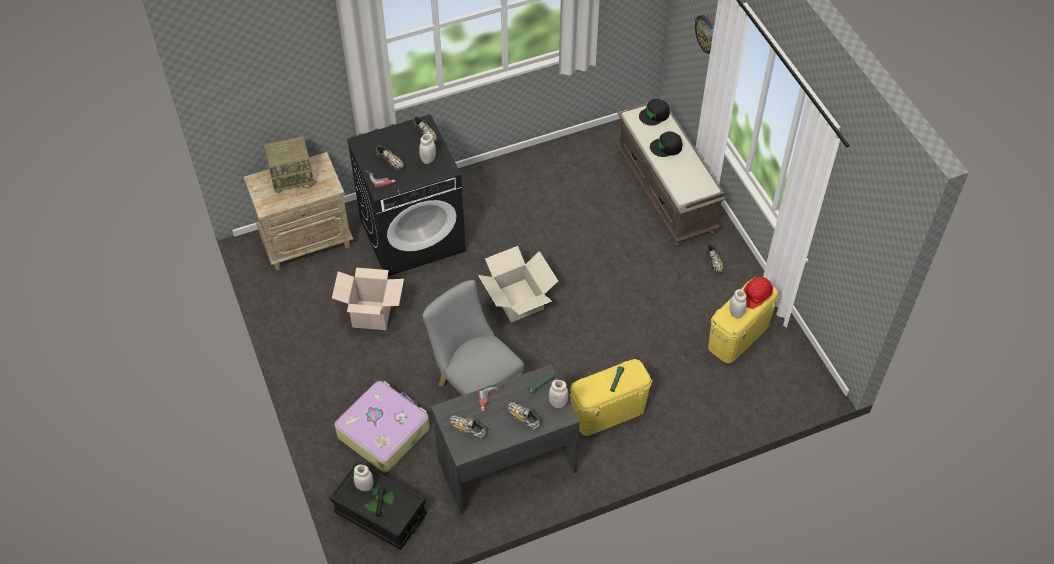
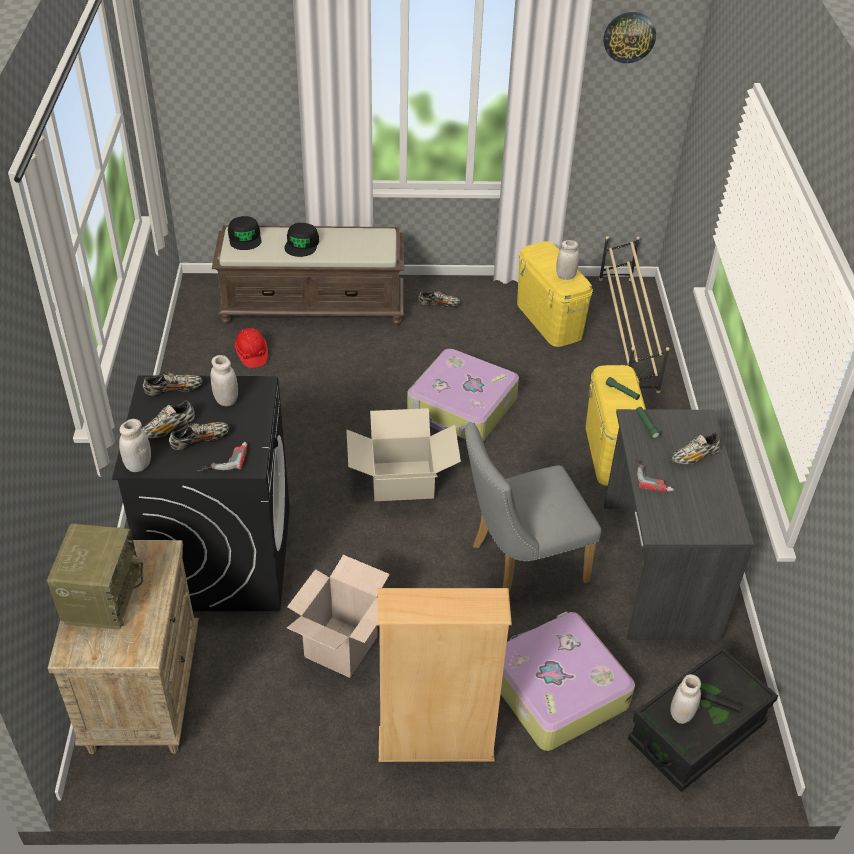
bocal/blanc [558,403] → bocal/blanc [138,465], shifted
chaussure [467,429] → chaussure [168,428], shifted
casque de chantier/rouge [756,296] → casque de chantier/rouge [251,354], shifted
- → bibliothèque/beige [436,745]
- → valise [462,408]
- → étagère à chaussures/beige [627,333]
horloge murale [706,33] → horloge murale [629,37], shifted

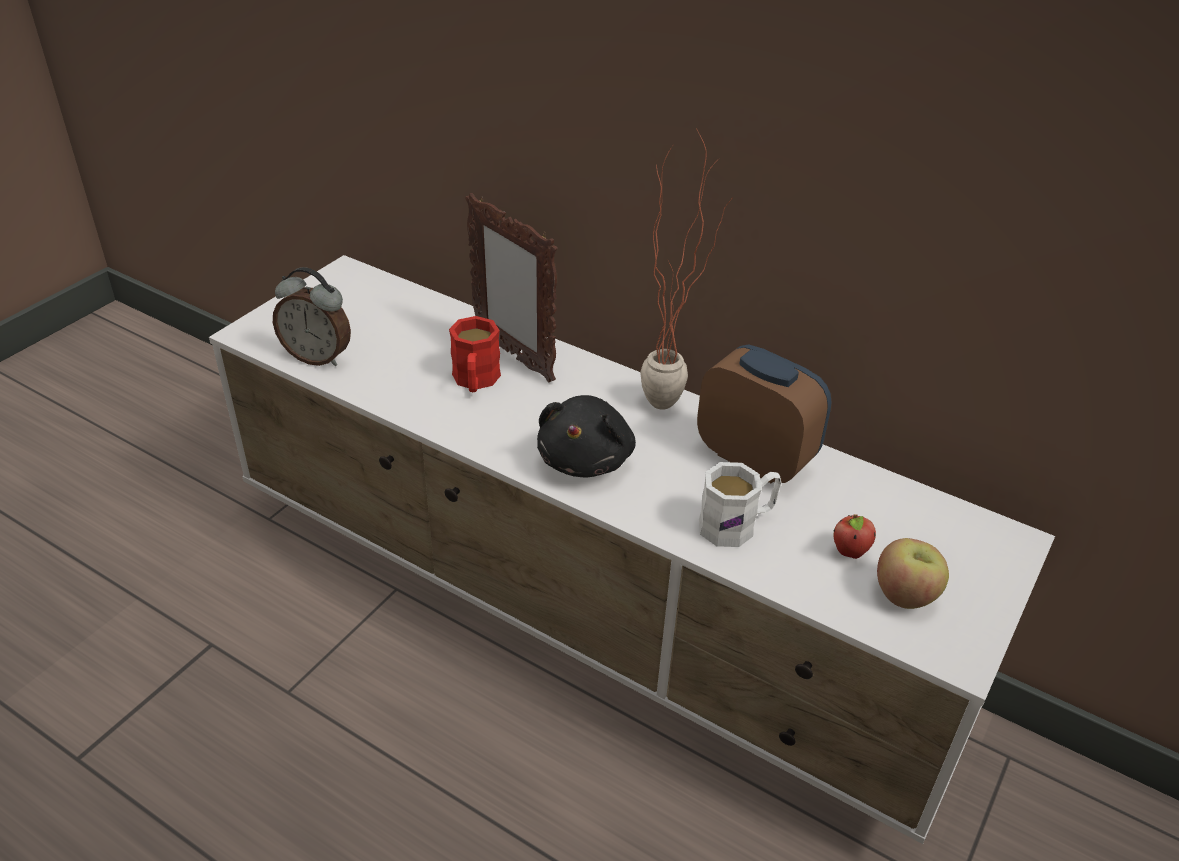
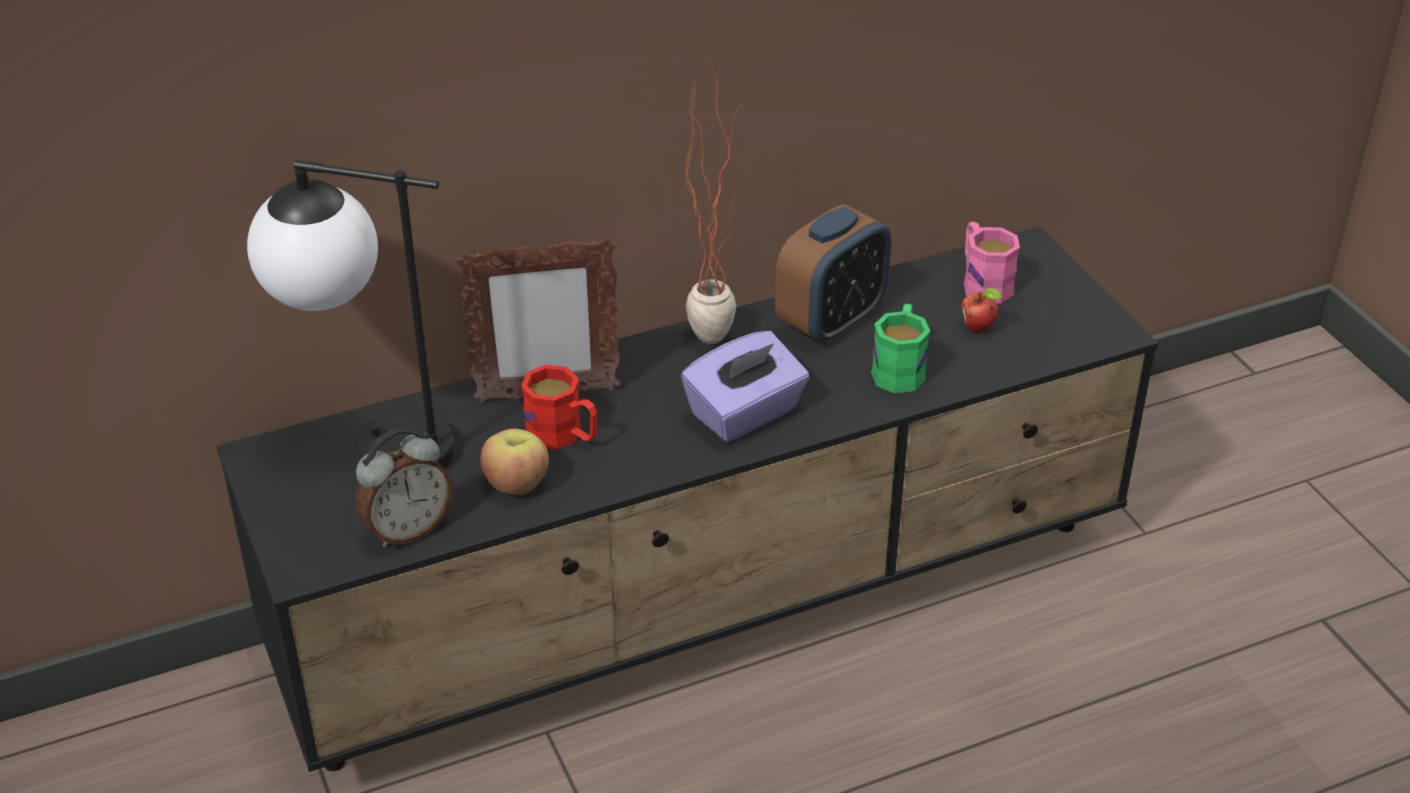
meuble télé/blanc [586,615] → meuble télé/noir [709,604]
- → lampe de table [369,447]
pomme [905,595] → pomme [517,483], shifted
peluche/noir [587,459] → boîte à mouchoirs/violet [745,413]
réveil [755,458] → réveil [831,321], 150 degrees clockwise
mug/blanc [737,524] → mug/vert [899,368]
- → mug/rose [982,282]

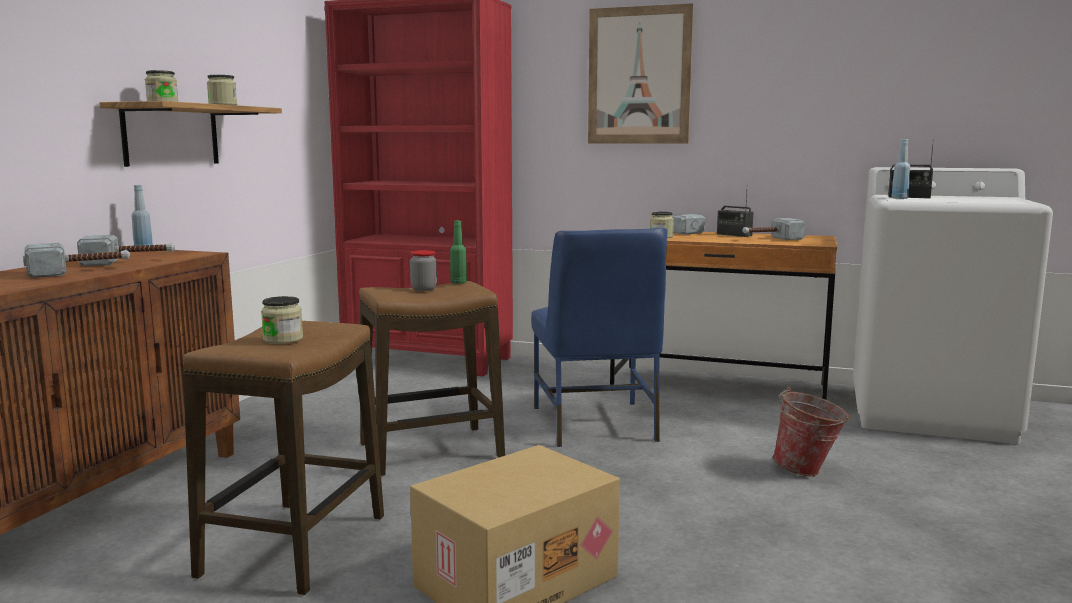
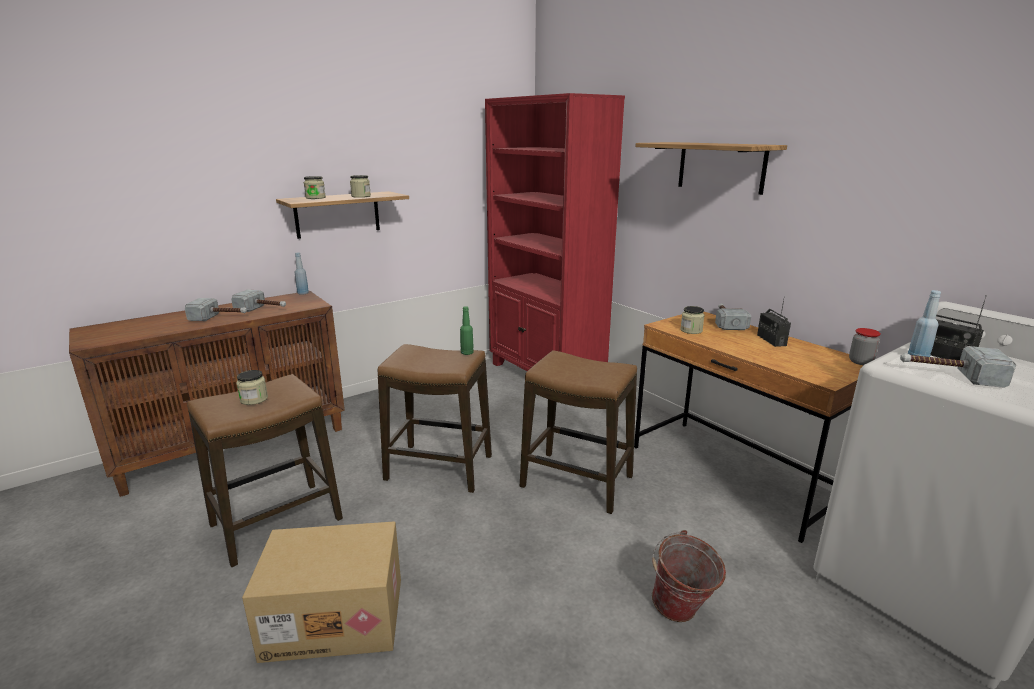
chaise/bleu [595,424] → tabouret [576,482]
tableau [639,76] → étagère [721,167]
bocal [424,289] → bocal [860,362], shifted
marteau [770,239] → marteau [949,375], shifted

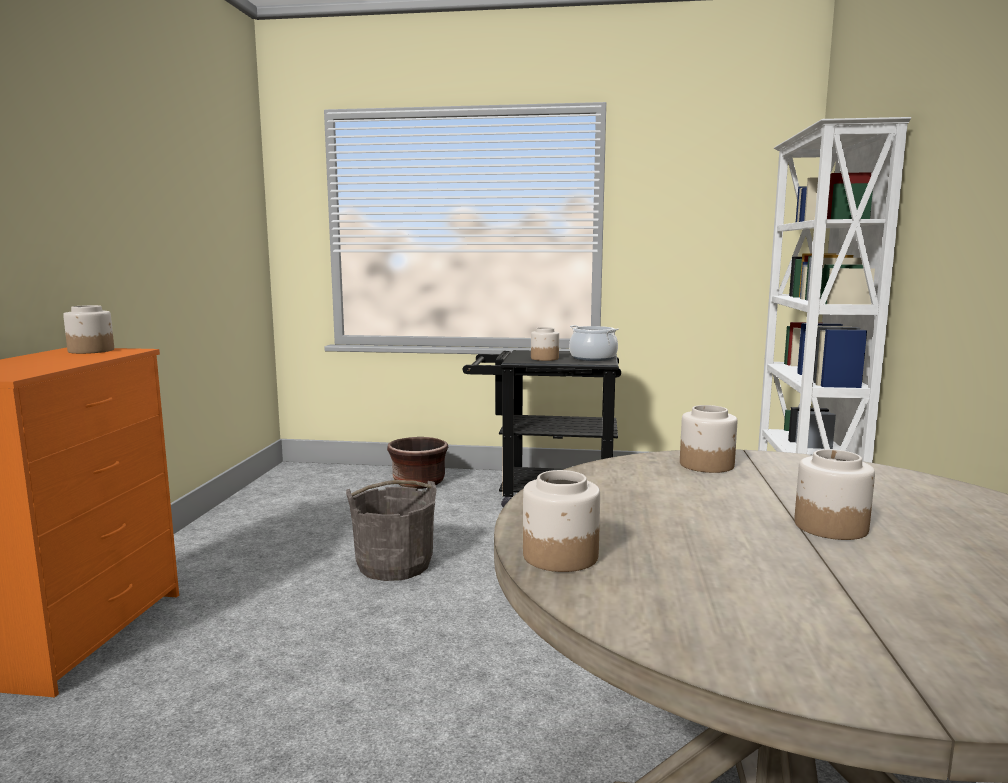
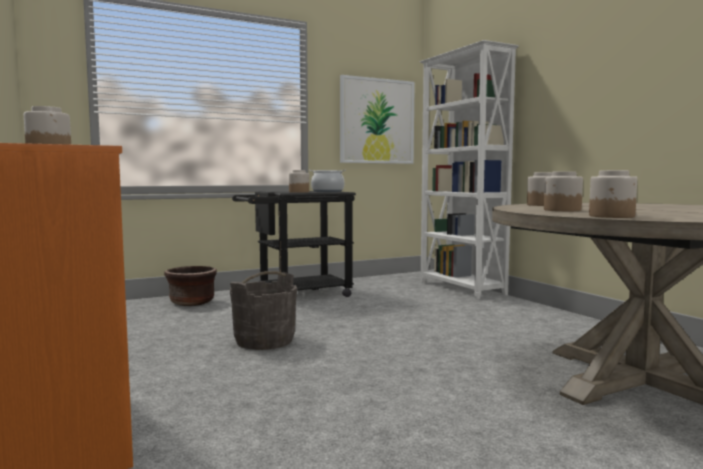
- → tableau [377,121]
bocal [830,526] → bocal [561,210], shifted

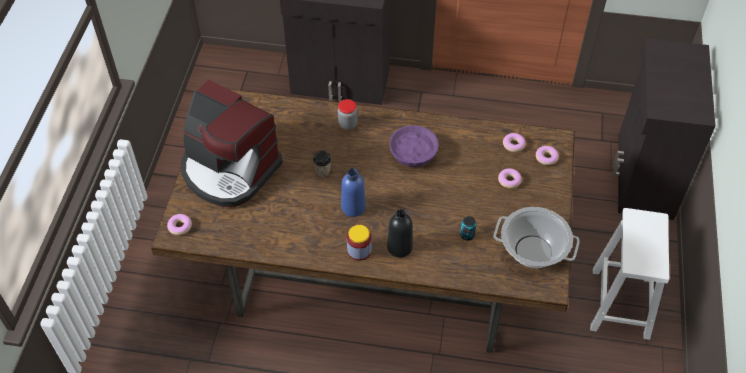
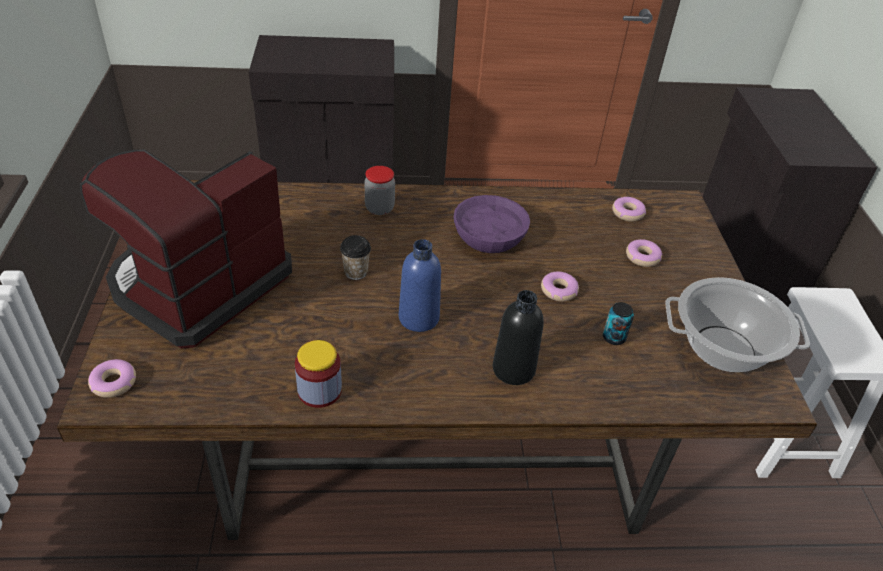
machine à café [229,170] → machine à café [198,285], 105 degrees clockwise
bocal [359,250] → bocal [319,391], shifted
beignet [546,158] → beignet [558,291], shifted

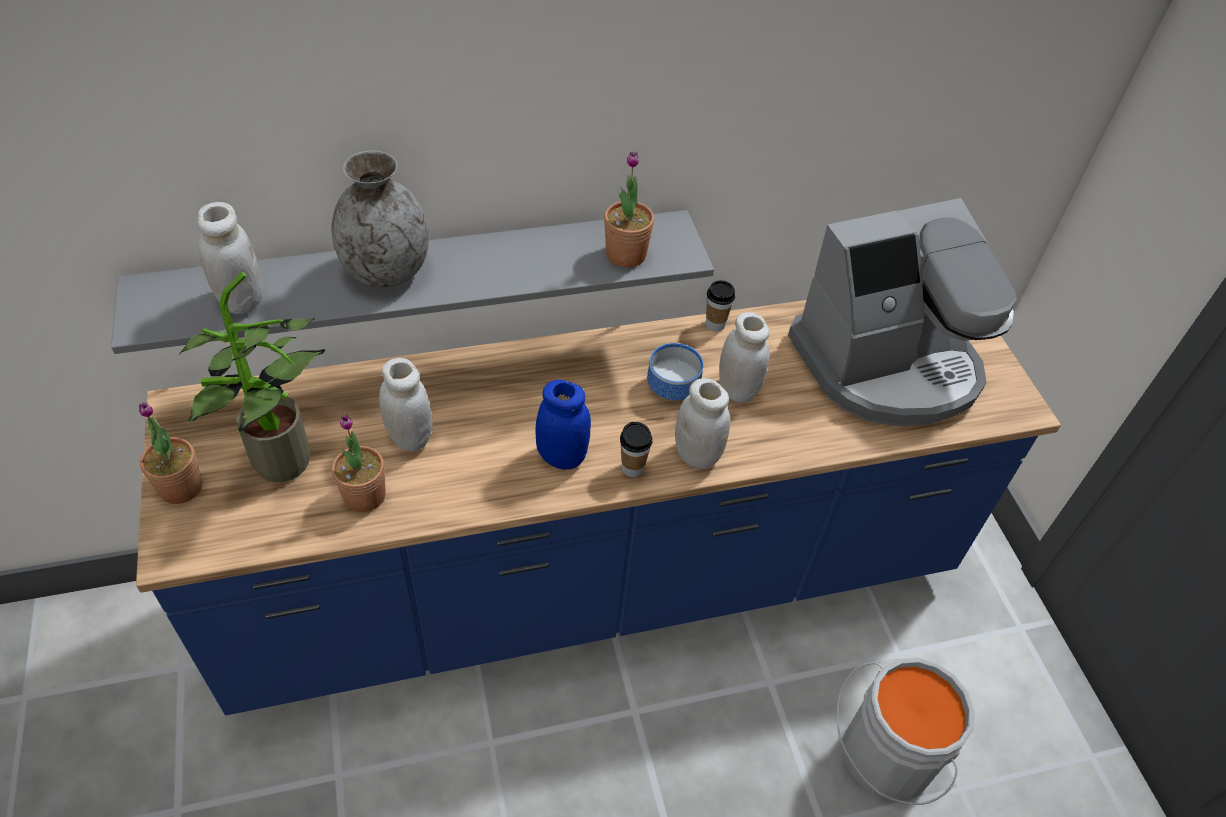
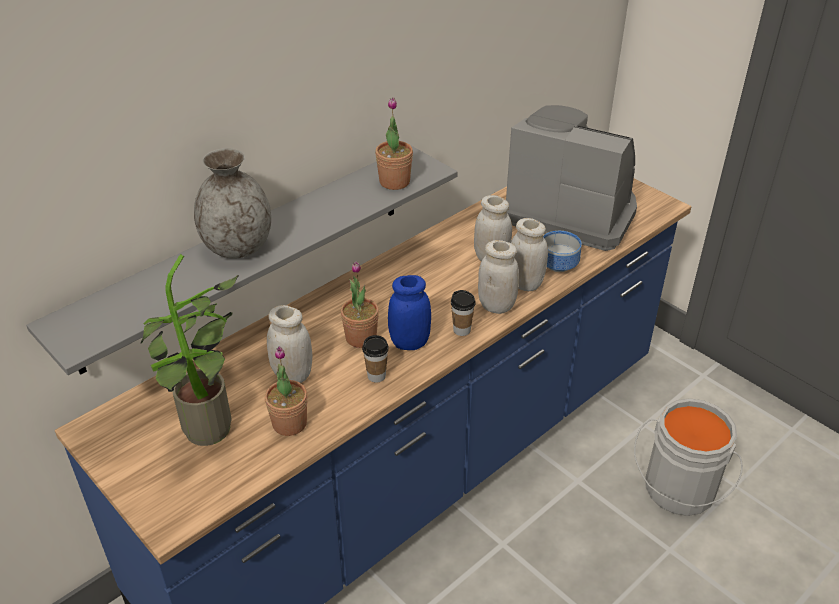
plante en pot [181,487] → plante en pot [361,337], shifted
tasse [715,324] → tasse [376,376], shifted
machine à café [888,365] → machine à café [570,211], 105 degrees counterclockwise
bocal/blanc [241,300] → bocal/blanc [525,284], shifted
bol [670,387] → bol [556,265], shifted

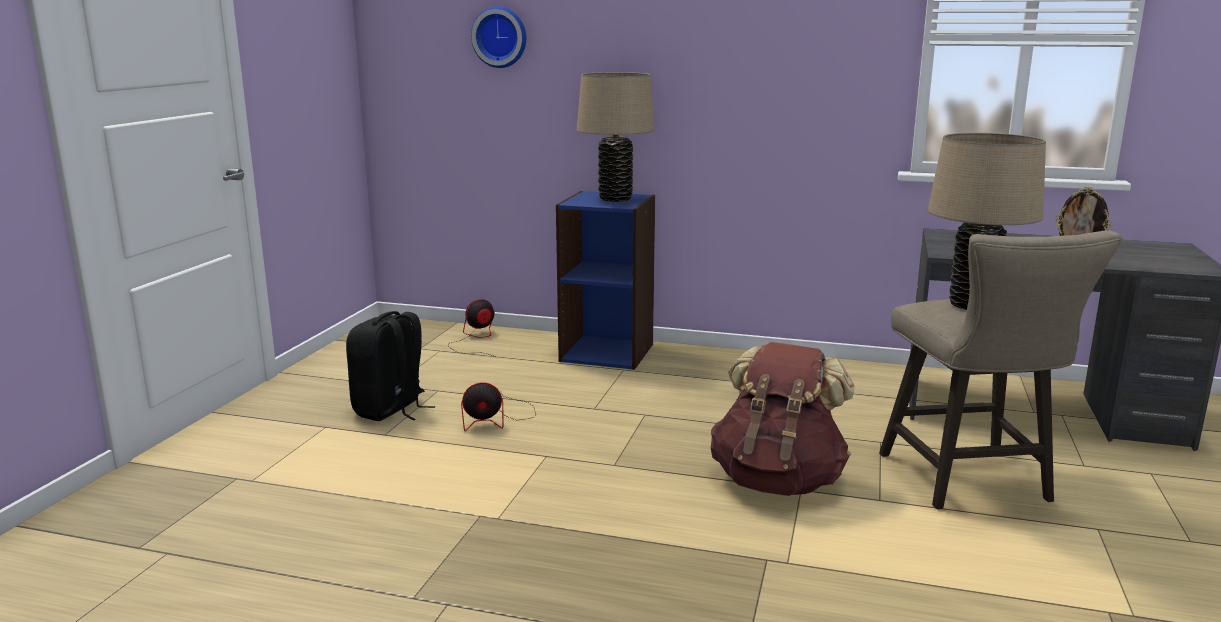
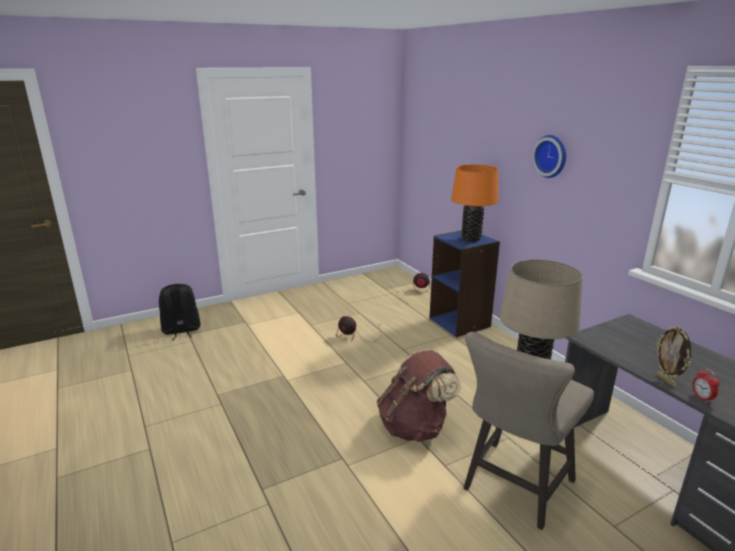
sac à dos/noir [391,410] → sac à dos/noir [181,330], shifted
lampe de table/beige [615,199] → lampe de table/orange [471,239]
horloge murale [500,37] → horloge murale [551,156], shifted
- → réveil [702,398]

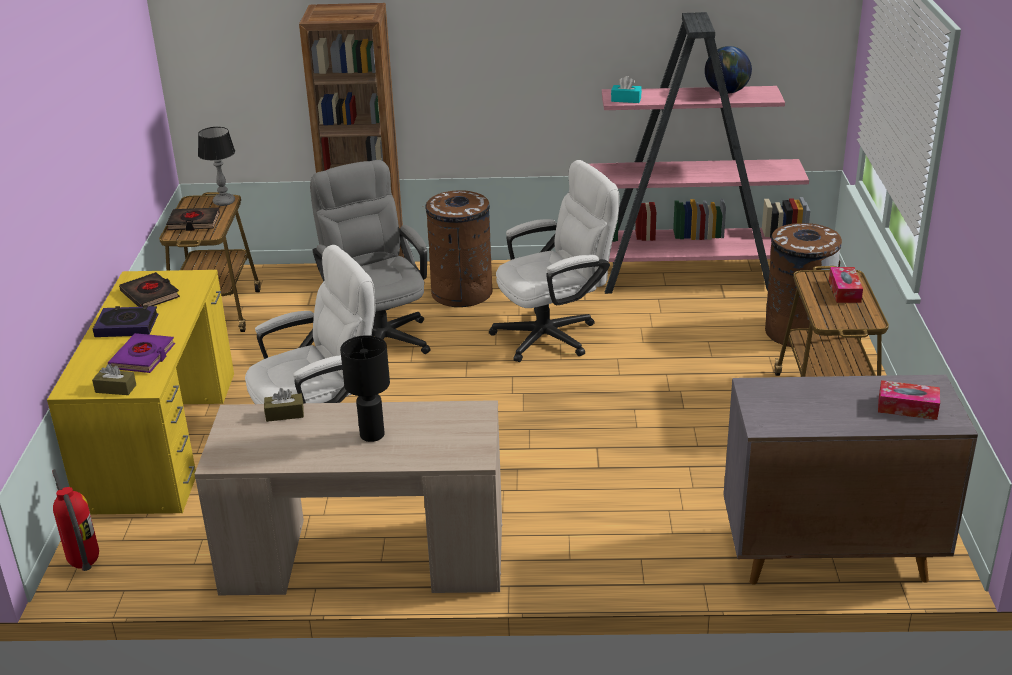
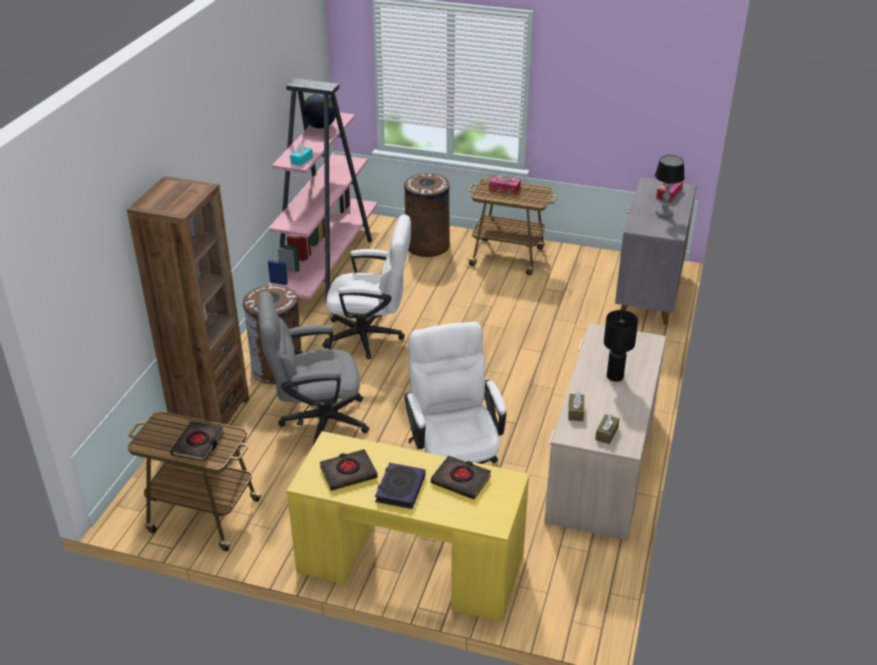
chaise de bureau/blanc [554,334] → chaise de bureau/blanc [371,337], 105 degrees clockwise
livre/violet [143,357] → livre/noir [461,480]
boîte à mouchoirs/marron [115,389] → boîte à mouchoirs/marron [606,433], shifted
lampe de table [224,202] → lampe de table [664,214], shifted
extincteur [84,564] → -

